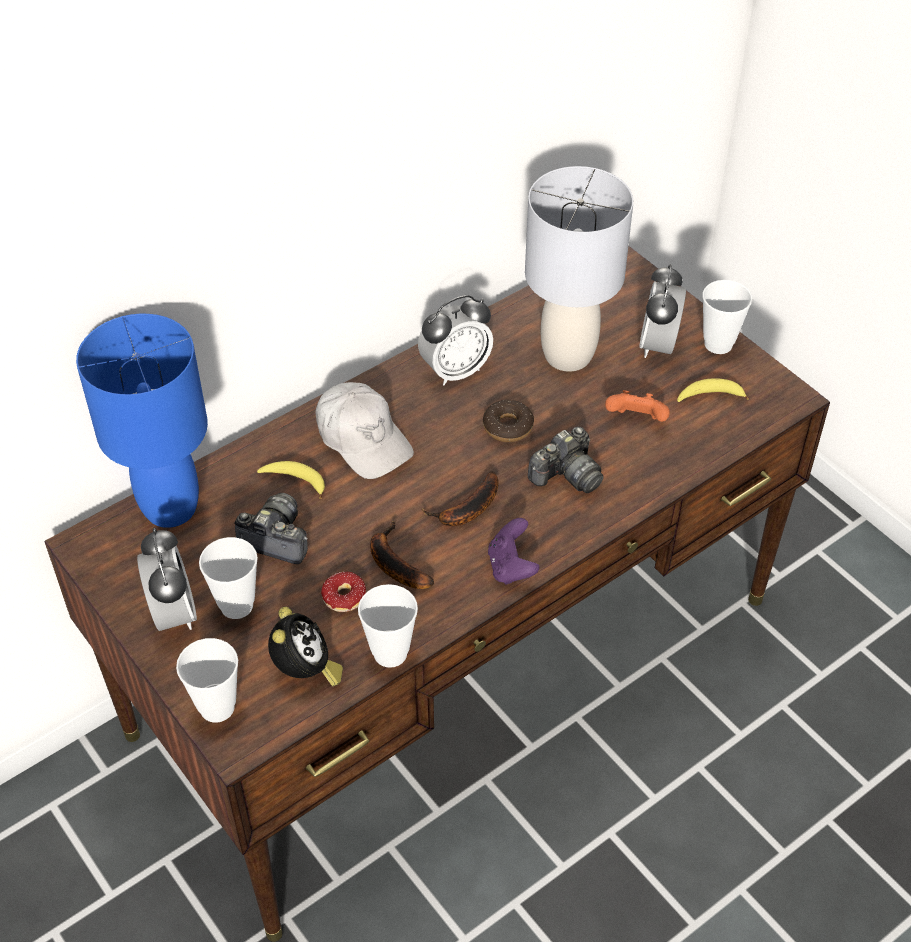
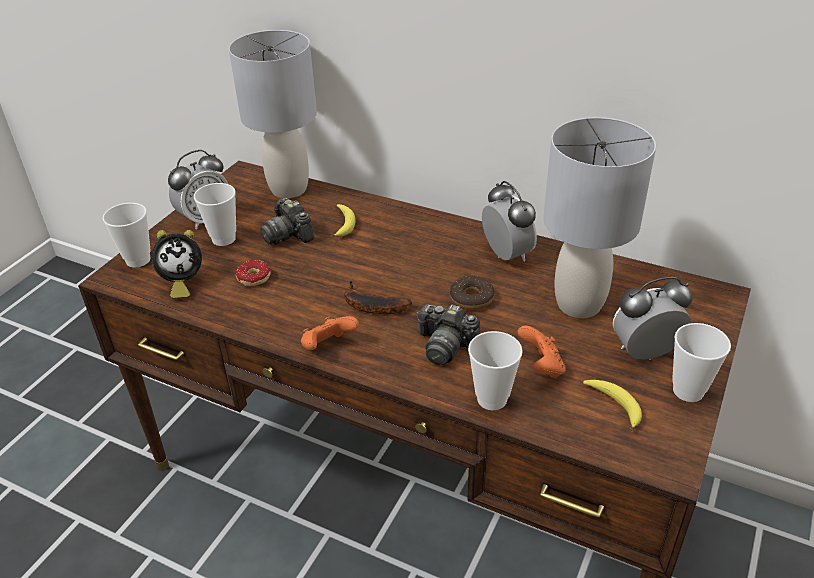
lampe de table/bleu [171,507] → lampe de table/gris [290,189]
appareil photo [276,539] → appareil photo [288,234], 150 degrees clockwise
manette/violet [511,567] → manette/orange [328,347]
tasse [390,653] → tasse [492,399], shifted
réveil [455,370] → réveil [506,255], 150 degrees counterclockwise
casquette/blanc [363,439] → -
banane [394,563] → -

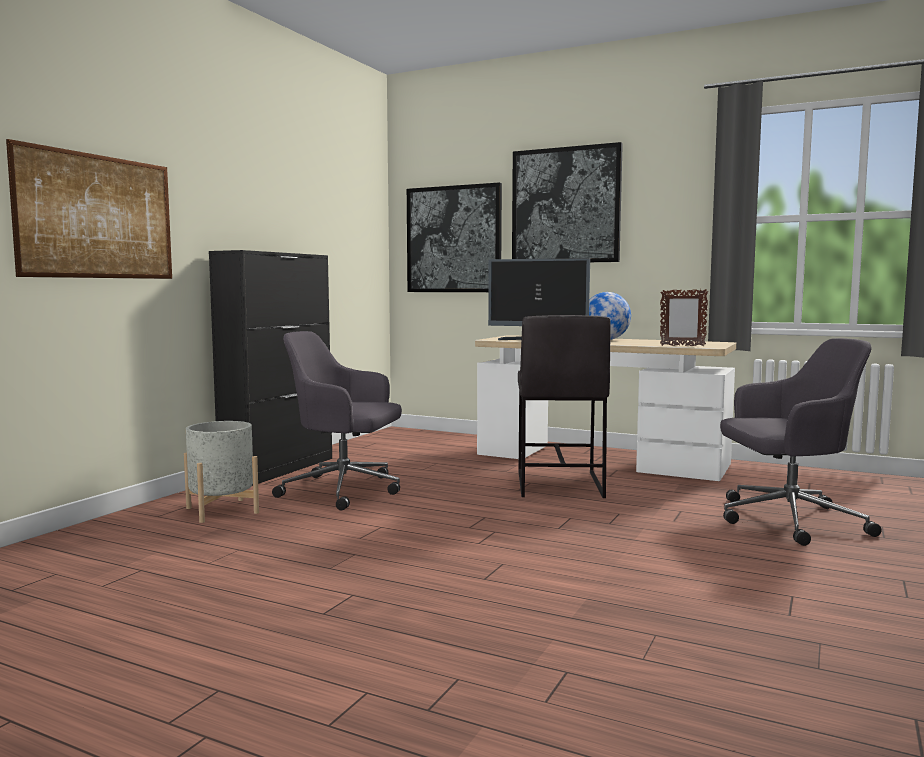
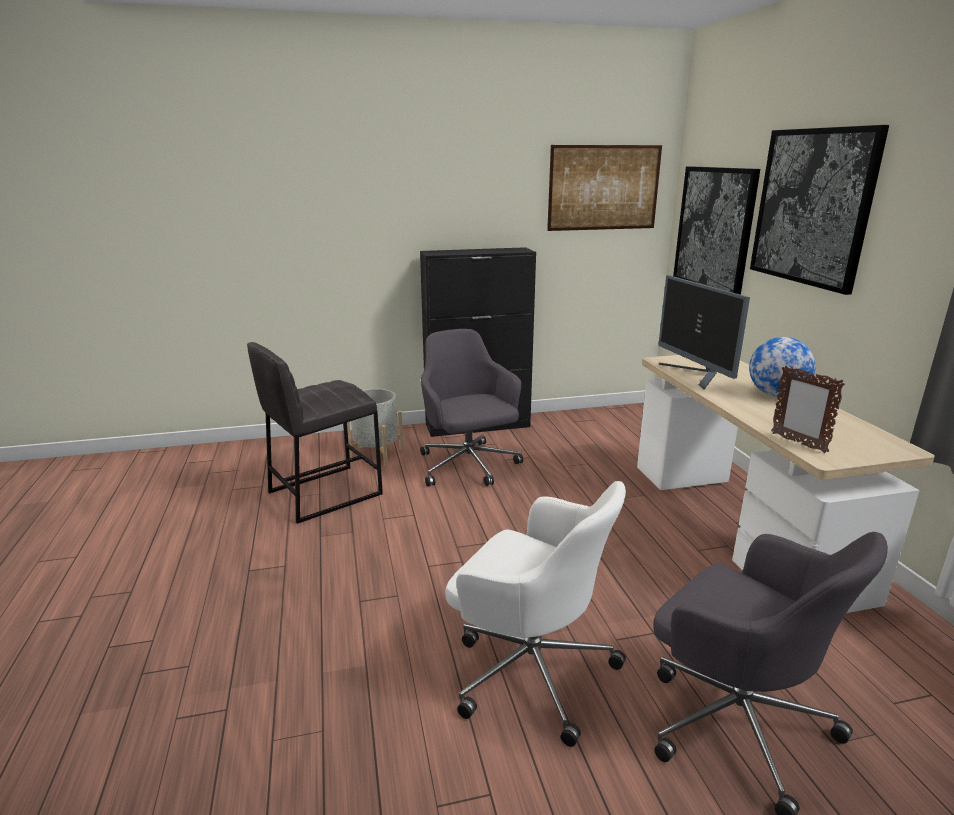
tabouret/gris [558,484] → tabouret/gris [324,493], shifted
- → chaise de bureau/blanc [530,668]
tableau [97,216] → tableau [604,188], shifted

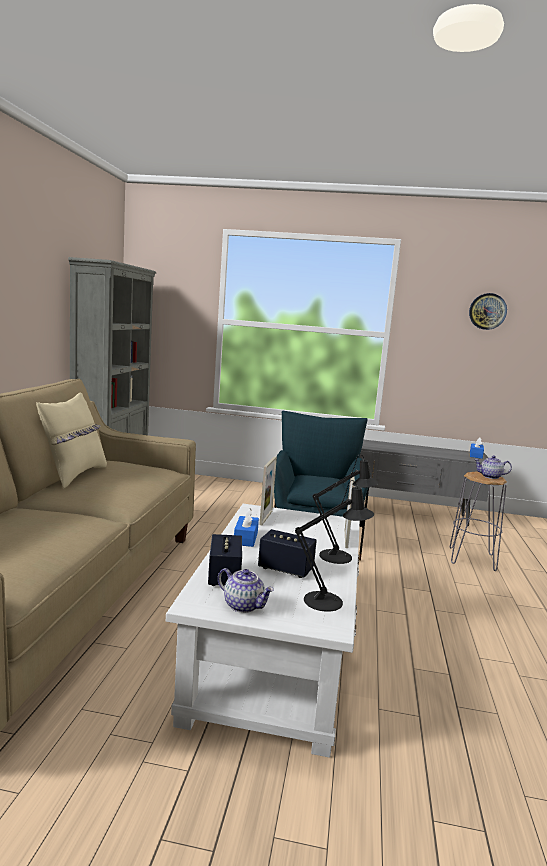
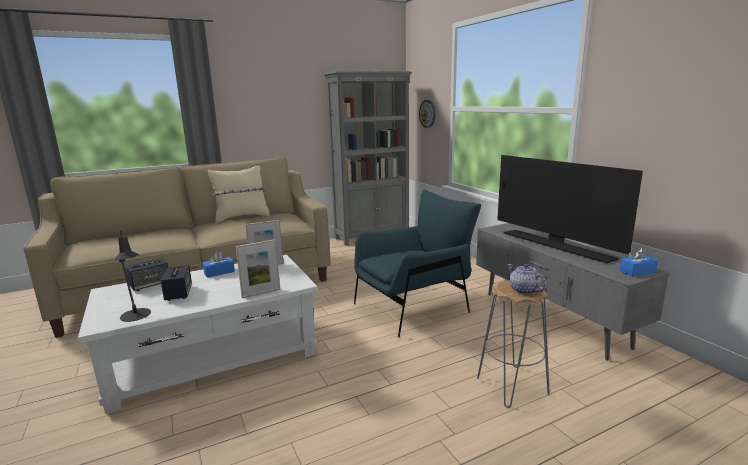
horloge murale [487,311] → horloge murale [427,113], shifted
- → téléviseur [556,245]
théière [244,606] → -
lampe de table/noir [340,557] → -

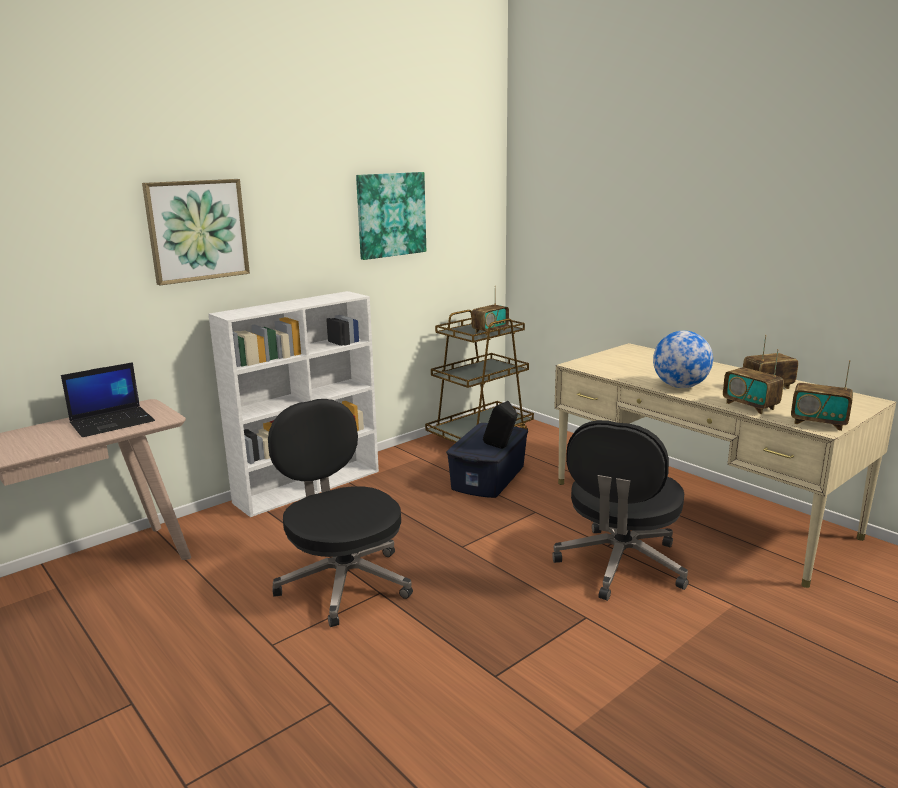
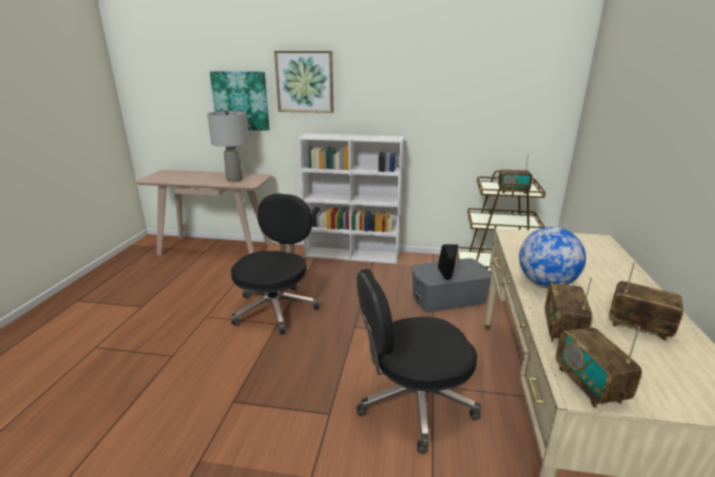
ordinateur portable [113,422] → lampe de table/gris [234,179]
tableau [391,215] → tableau [241,101], shifted
boîte de rangement/bleu [489,477] → boîte de rangement/gris [448,298]

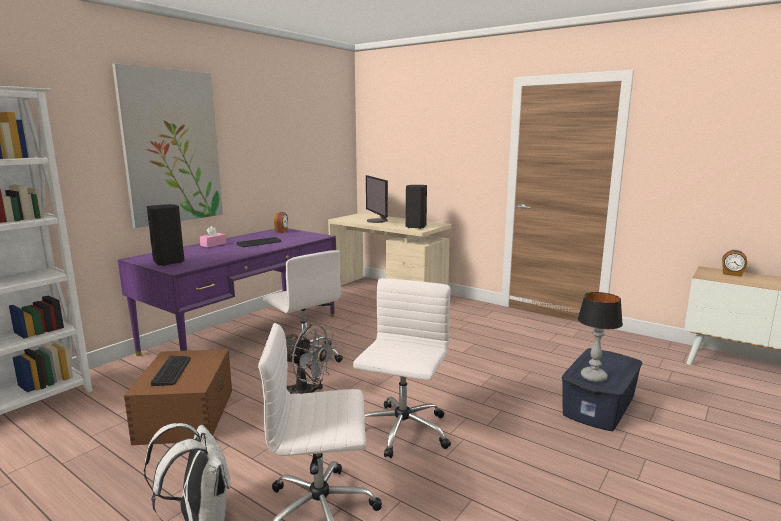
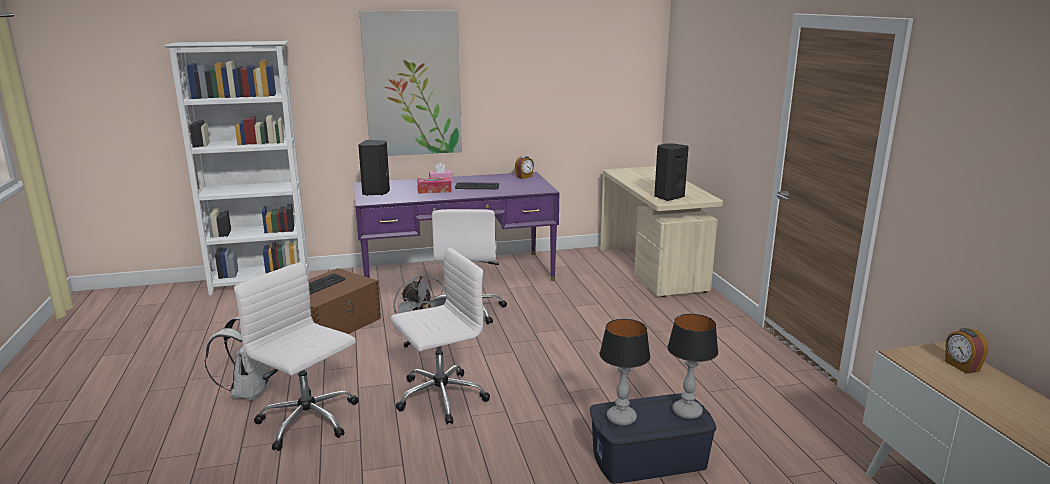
- → boîte à mouchoirs [434,190]
- → lampe de table [686,412]
écran d'ordinateur [377,221] → -

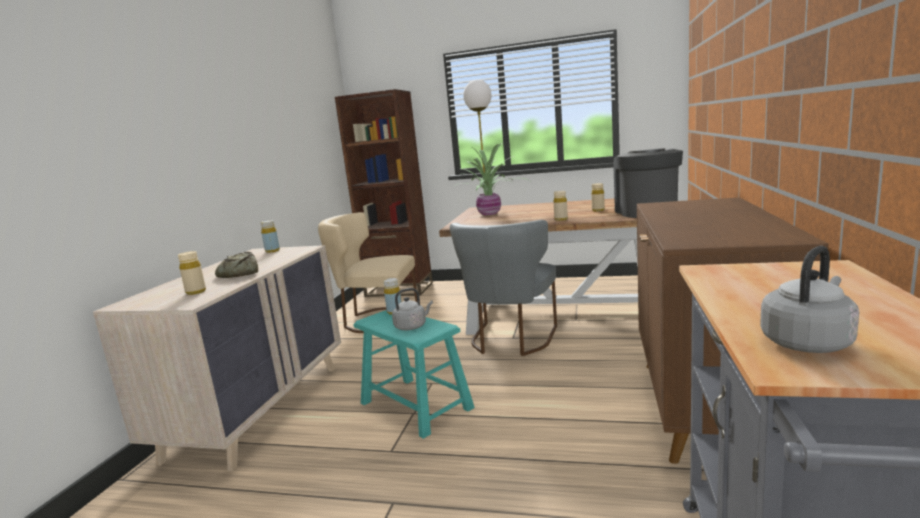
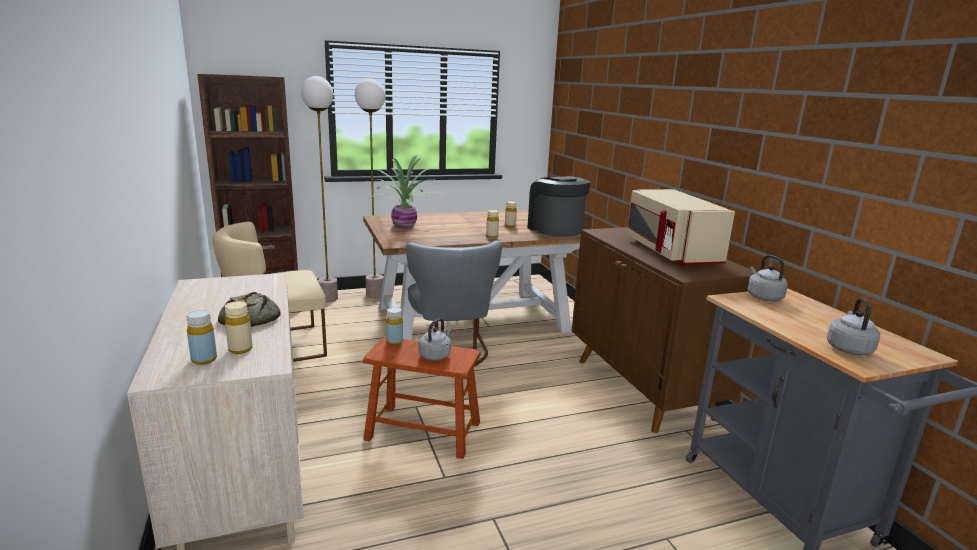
bouteille/jaune [272,251] → bouteille/jaune [204,360], shifted
- → lampadaire [328,298]
tabouret/turquoise [416,405] → tabouret/marron [423,430]
- → micro-ondes/beige [669,252]
- → bouilloire/gris [763,297]

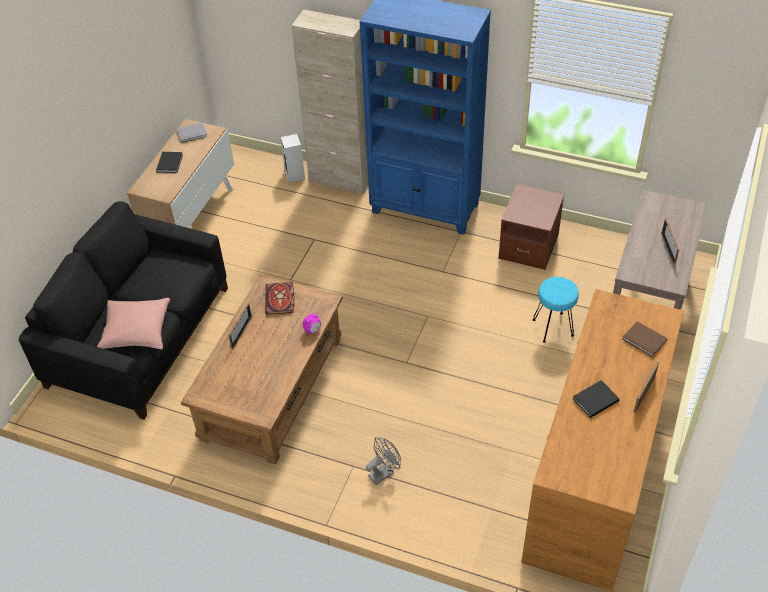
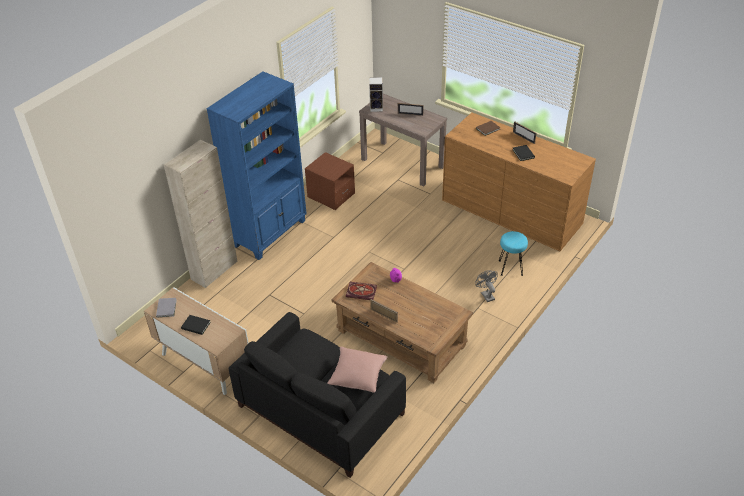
enceinte [295,175] → enceinte [377,108], shifted
tabouret/turquoise [553,327] → tabouret/turquoise [510,267], shifted

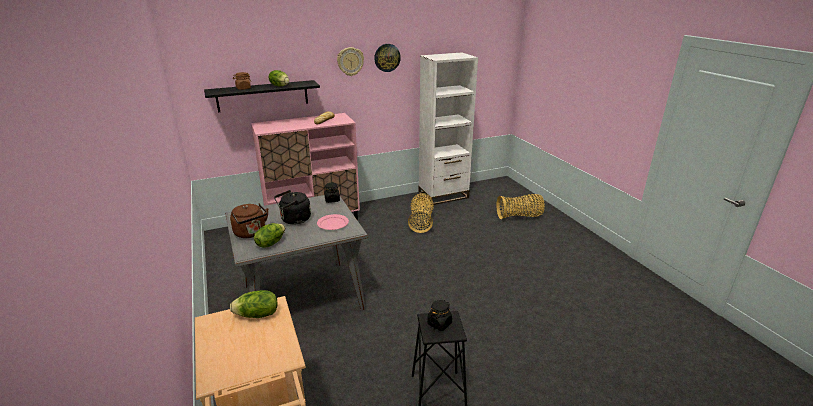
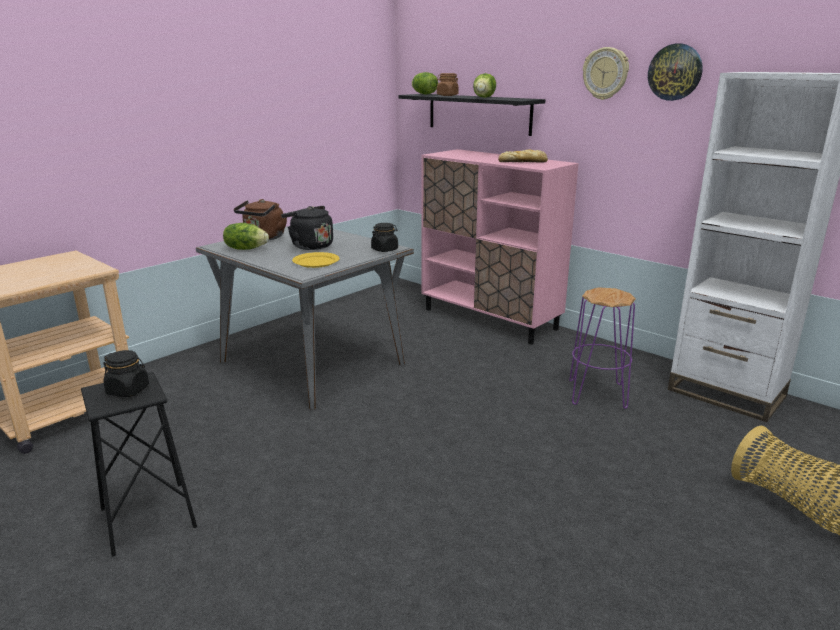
assiette/rose [333,223] → assiette/jaune [316,262]
laitue [257,315] → laitue [423,94], shifted
panier [421,221] → tabouret/violet [597,394]

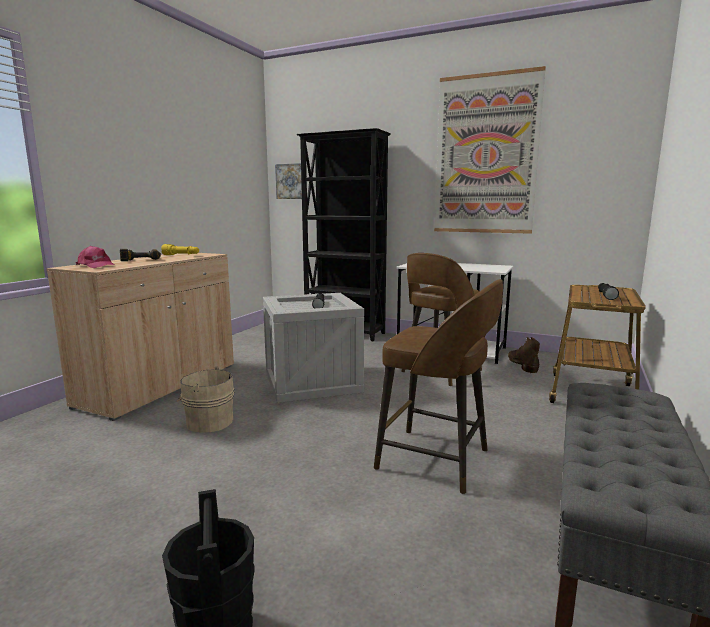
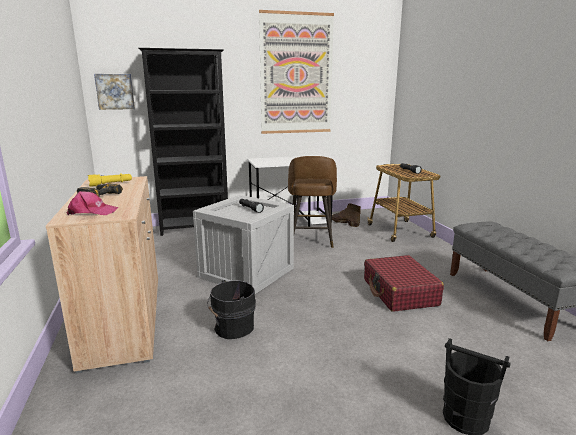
seau/beige [208,422] → seau/noir [232,328]
tabouret/marron [436,460] → valise/rouge [400,292]

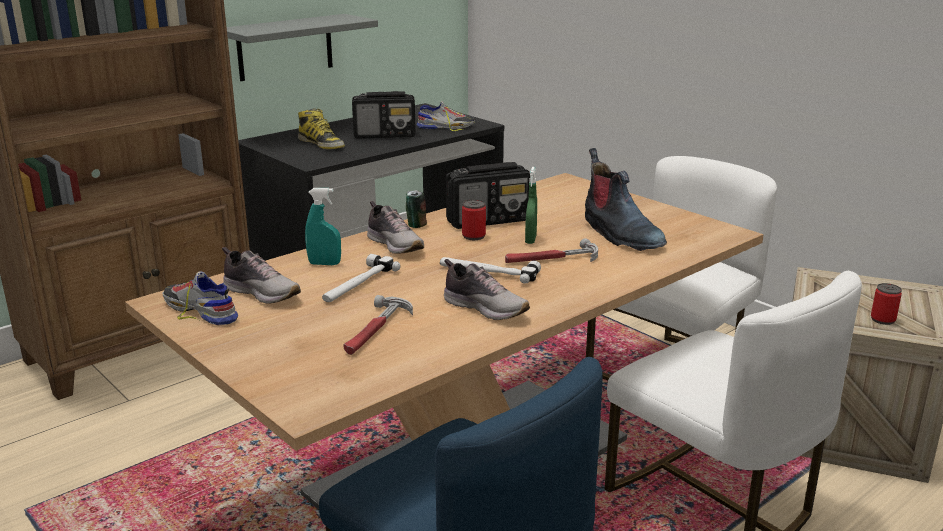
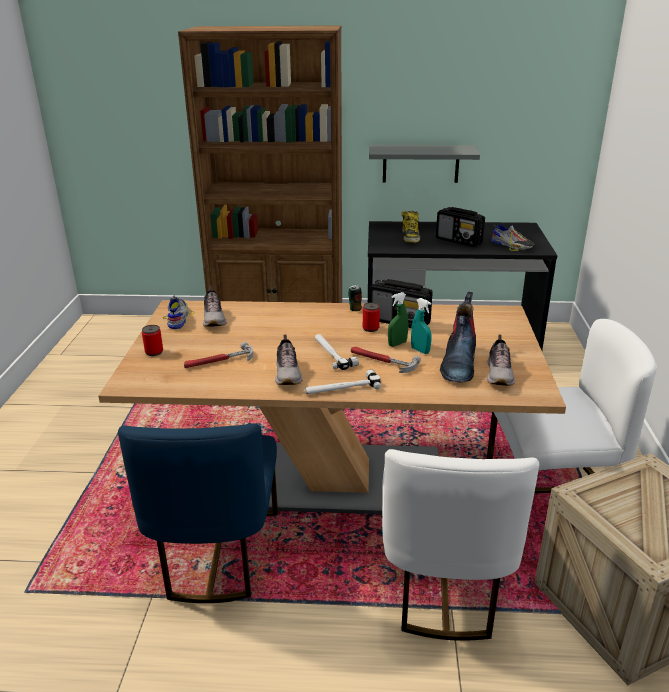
boîte métallique [882,320] → boîte métallique [154,352], shifted
marteau [357,284] → marteau [342,388], shifted
vaporisateur/turquoise [324,264] → vaporisateur/turquoise [420,350], shifted
chaussure [395,245] → chaussure [499,374], shifted

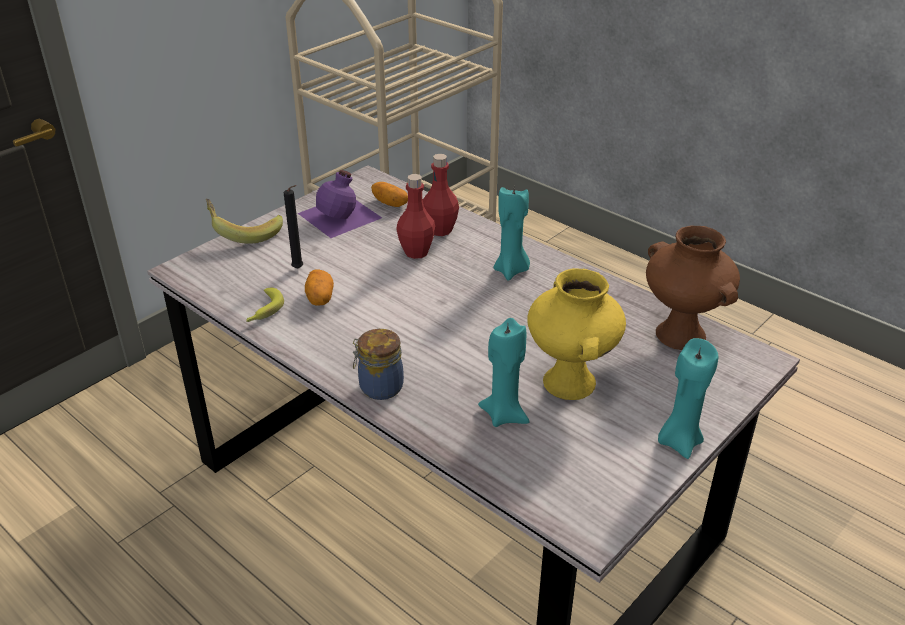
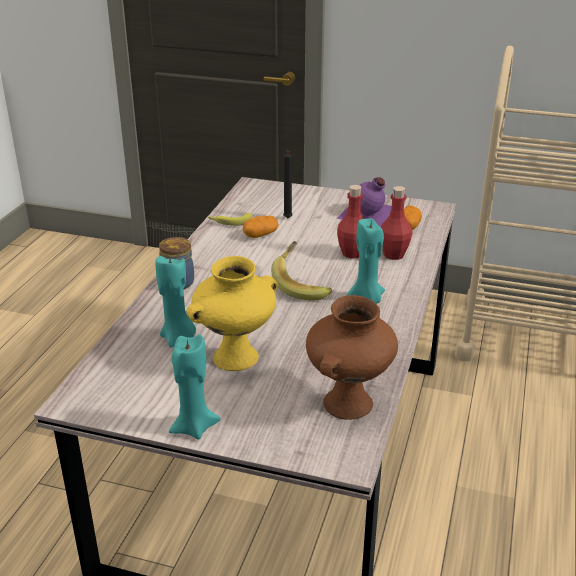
banane [244,232] → banane [302,285], shifted

